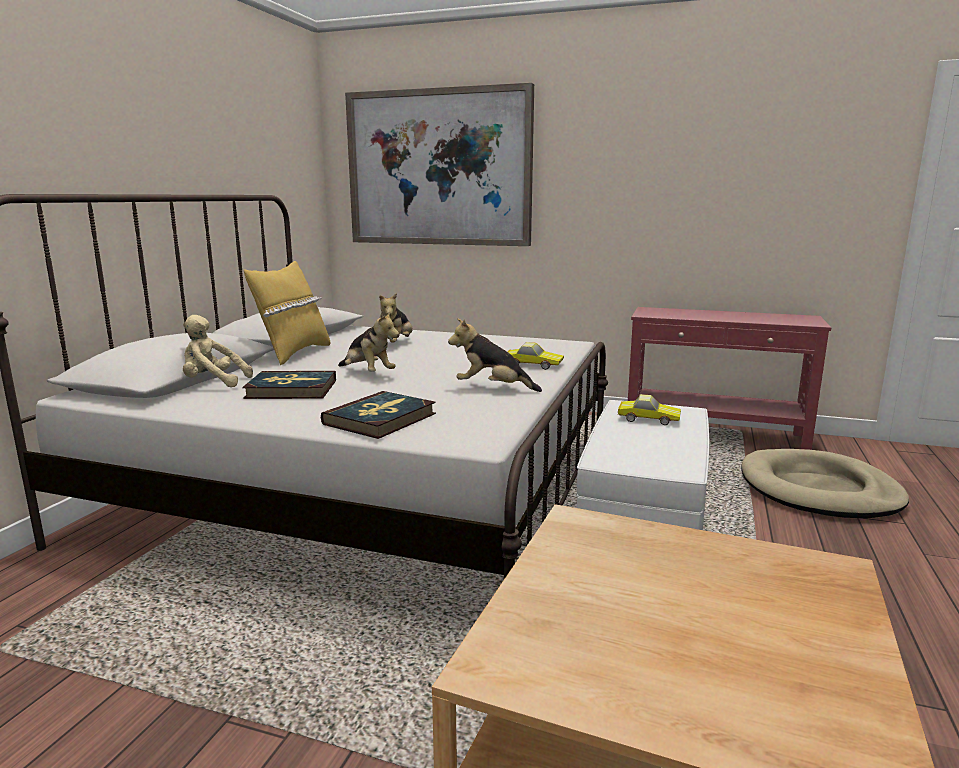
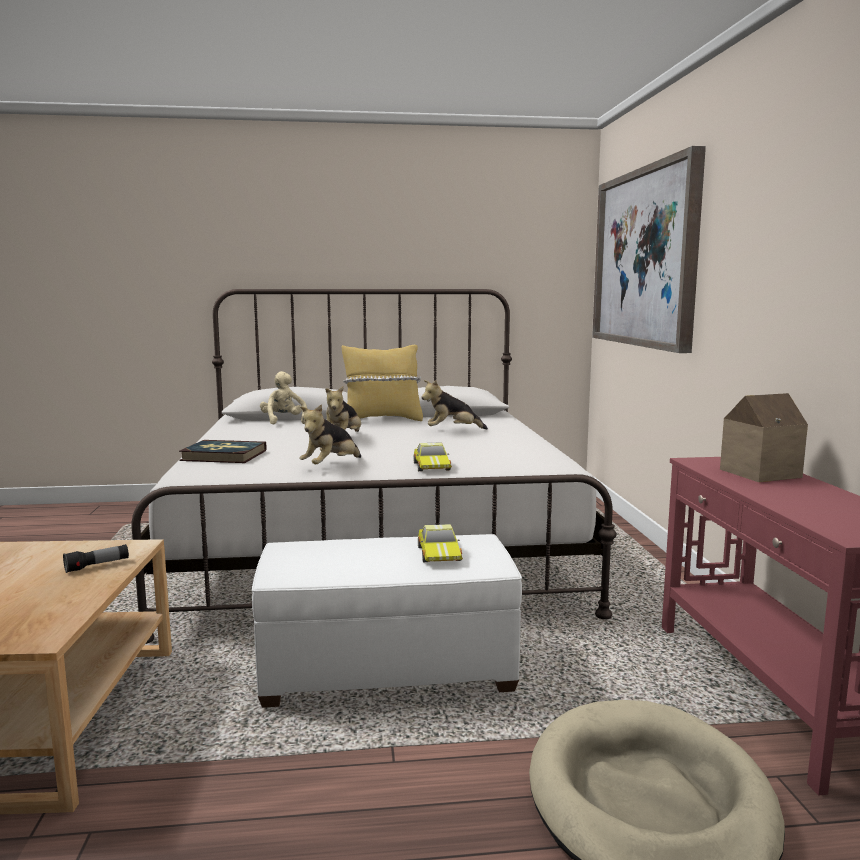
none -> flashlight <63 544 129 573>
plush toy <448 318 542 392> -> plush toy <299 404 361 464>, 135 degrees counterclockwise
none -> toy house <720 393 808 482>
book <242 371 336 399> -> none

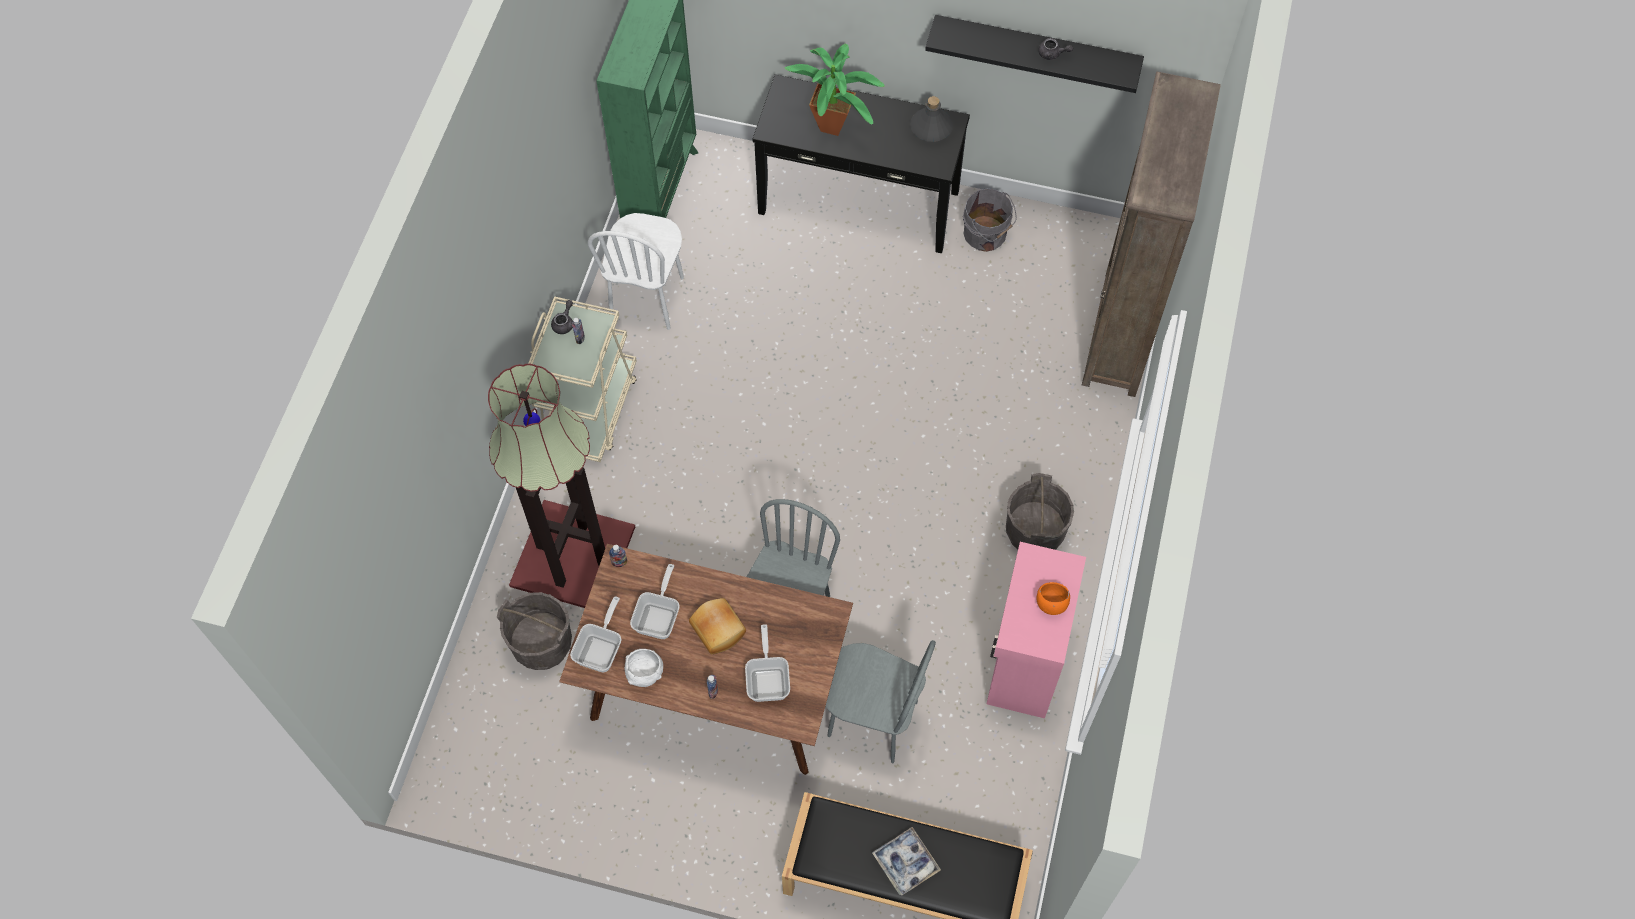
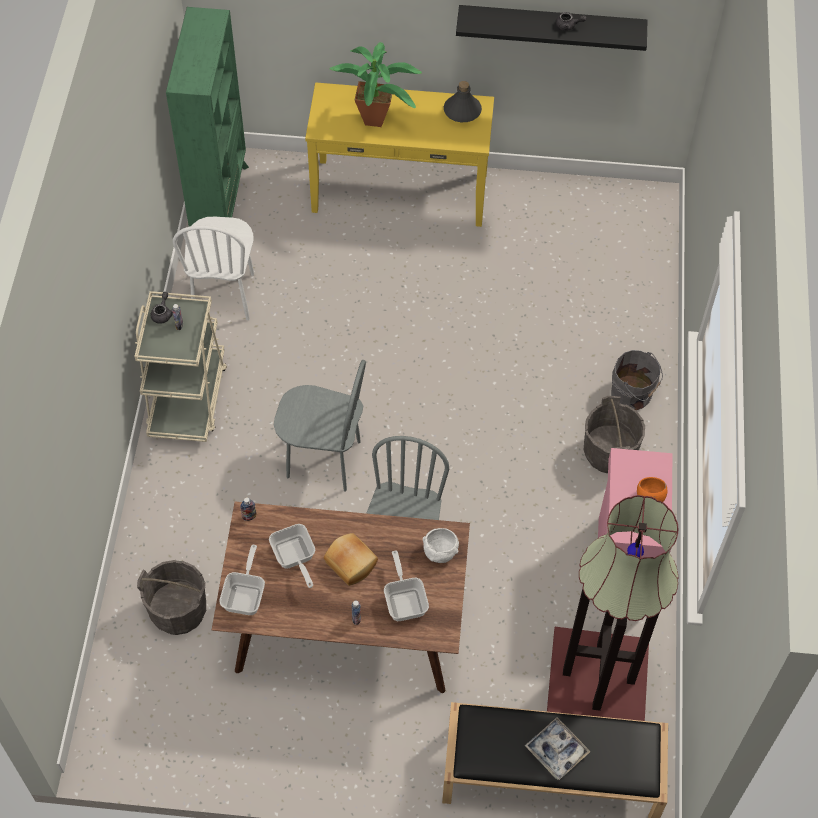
frying pan <630 564 680 639> -> frying pan <269 524 315 588>, 150 degrees clockwise
chair (grey) <826 640 936 763> -> chair (grey) <274 360 366 492>, move
console table (black) <753 75 970 253> -> console table (yellow) <305 83 494 227>
bowl (white) <625 649 663 687> -> bowl (white) <423 528 459 563>, move
floor lamp <488 364 635 608> -> floor lamp <547 495 678 721>, move
bucket (grey) <963 188 1017 252> -> bucket (grey) <611 350 663 410>, move
bookcase (brown) <1082 72 1221 397> -> none

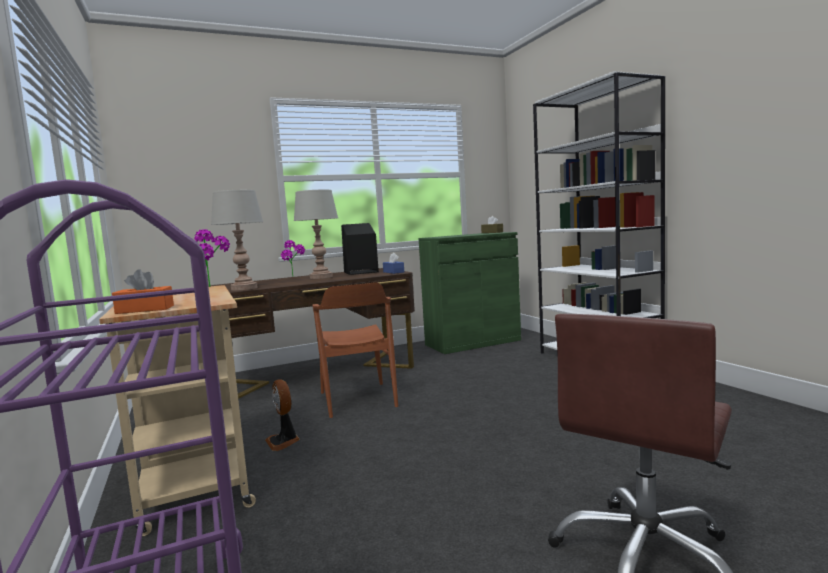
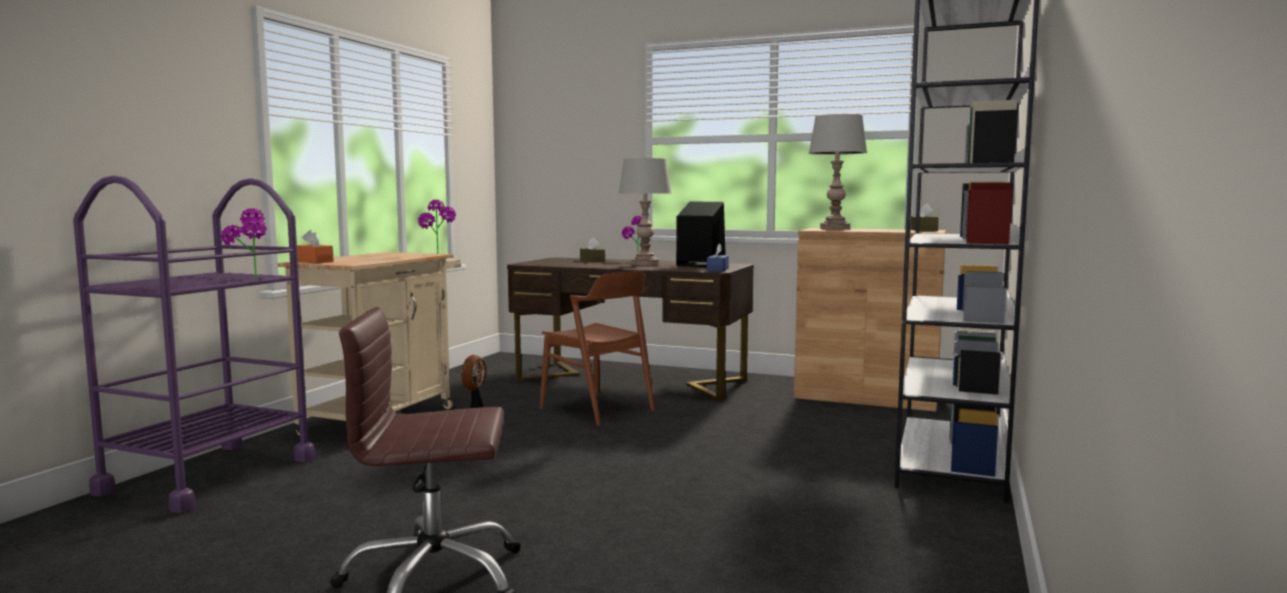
none -> potted plant <221 208 267 279>
chair (brown) <312 282 398 418> -> chair (brown) <540 270 655 426>, 75 degrees counterclockwise
none -> tissue box (brown) <580 238 605 262>
cabinet (green) <419 232 521 354> -> cabinet (brown) <794 228 946 412>
table lamp (grey) <211 190 263 291> -> table lamp (grey) <809 114 867 230>, move

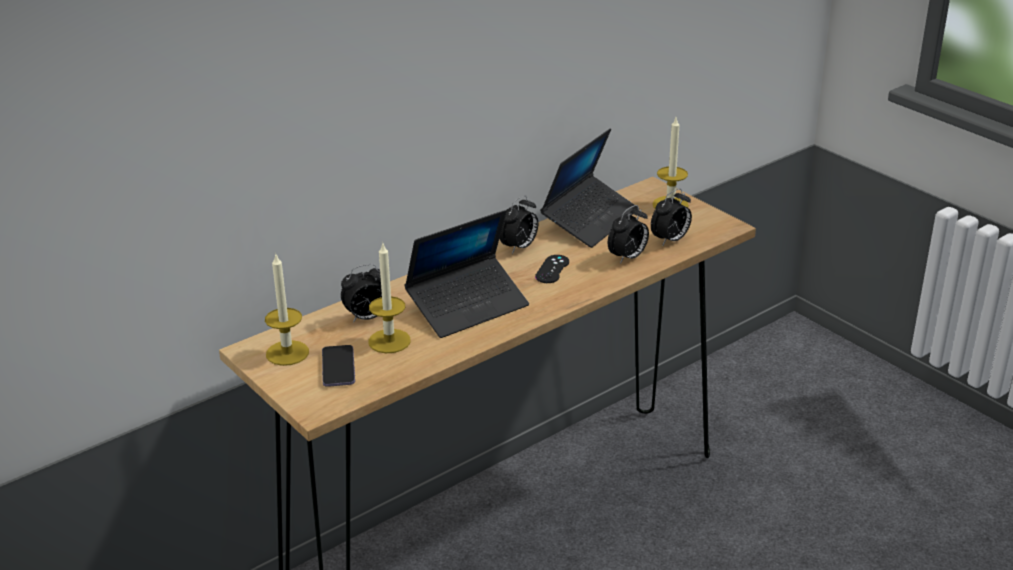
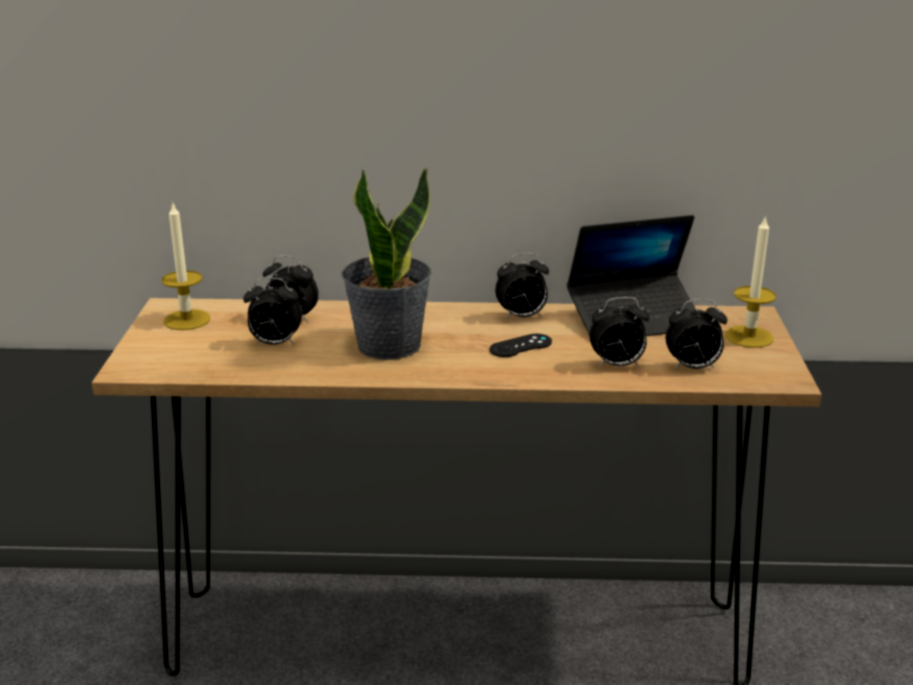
candle <369 244 411 353> -> alarm clock <243 278 302 345>
laptop <404 210 529 338> -> potted plant <341 166 432 360>
phone <322 345 355 387> -> none

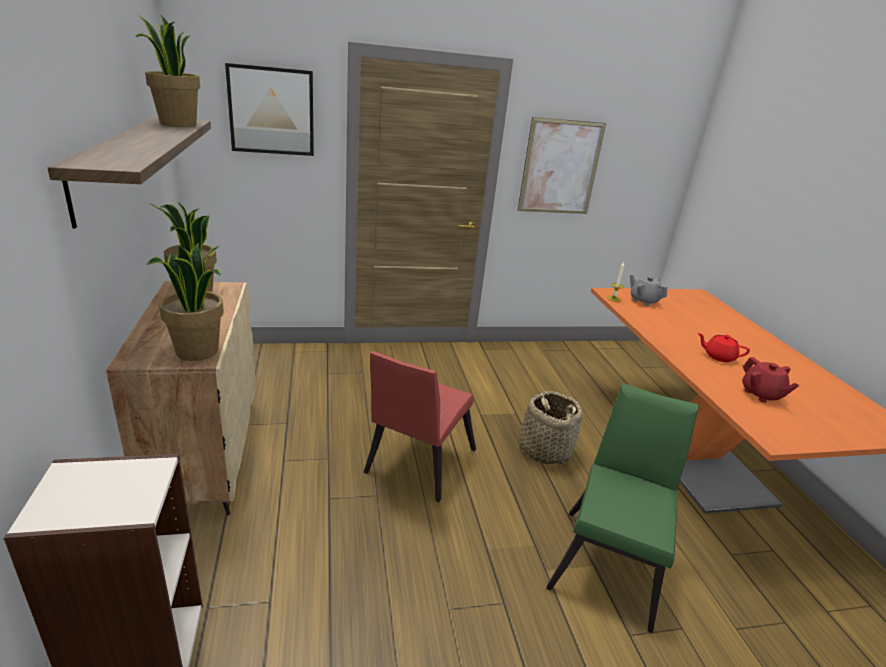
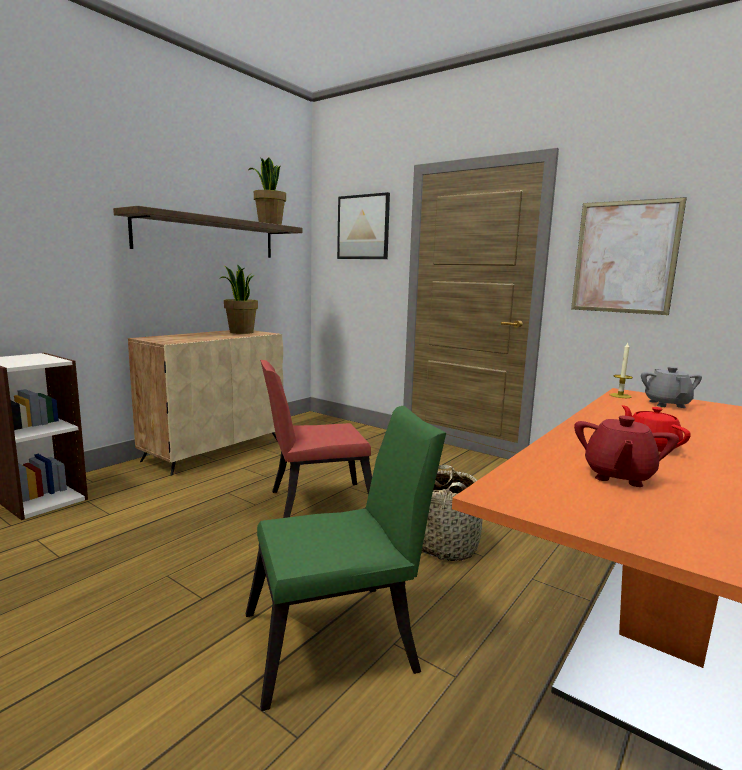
potted plant <146 244 224 361> -> none

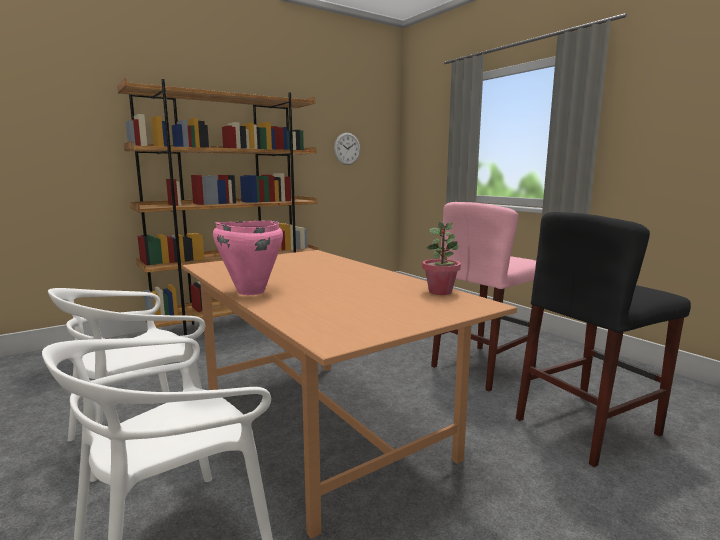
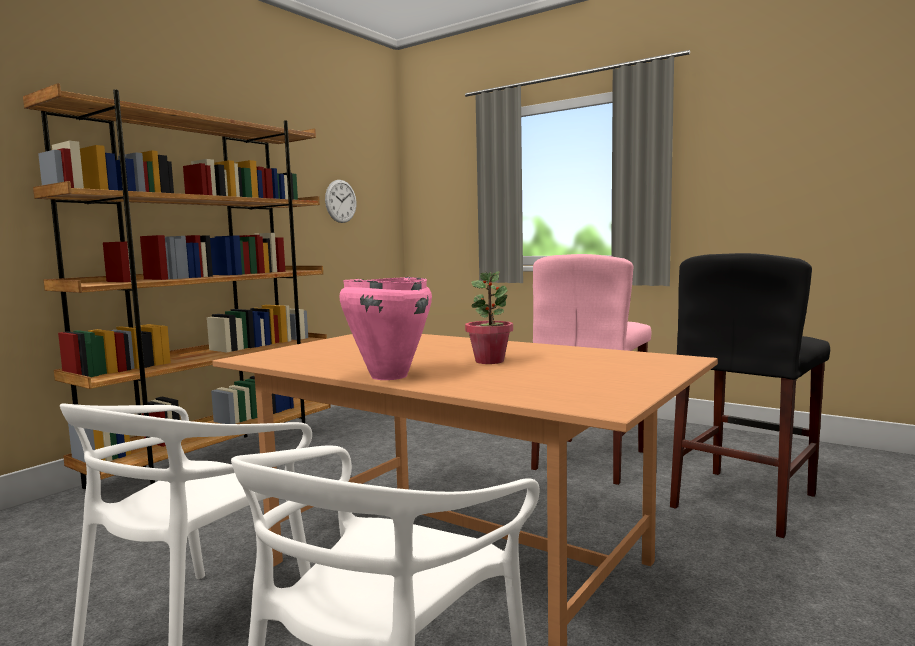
potted plant <422 221 461 295> -> potted plant <465 271 513 364>, move

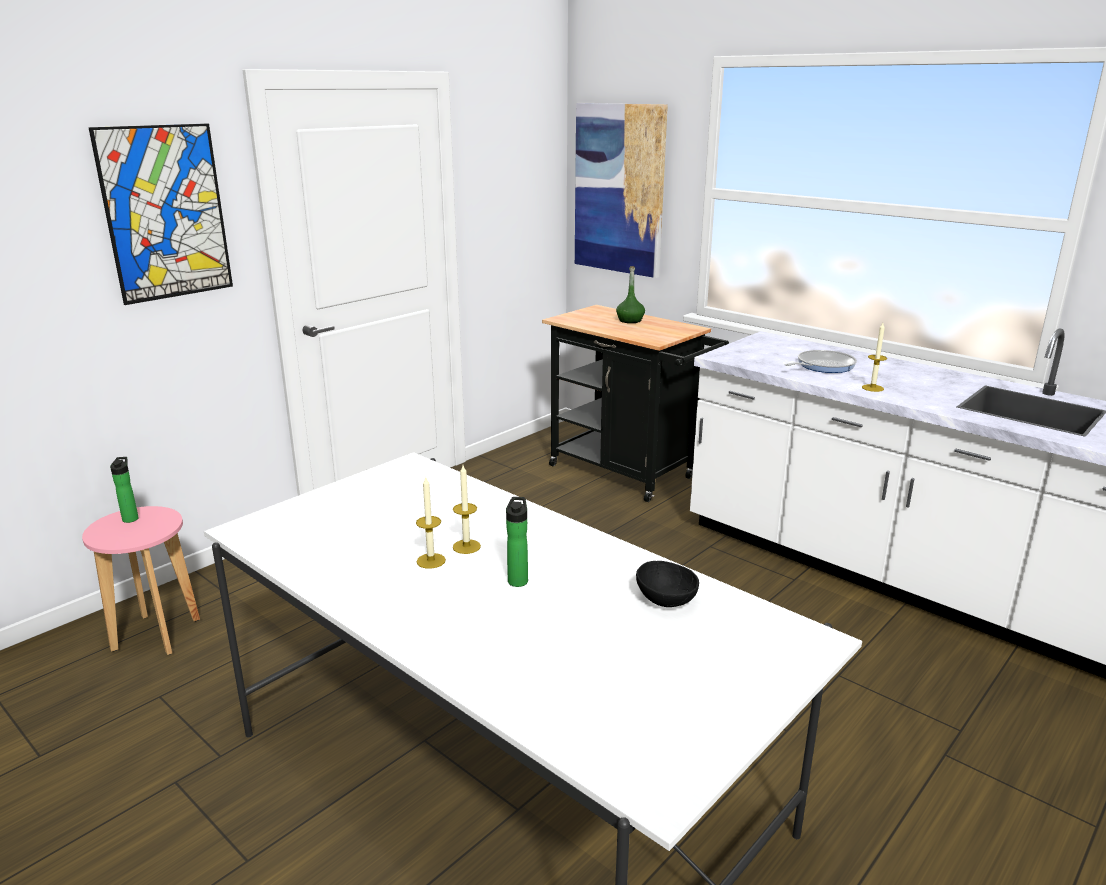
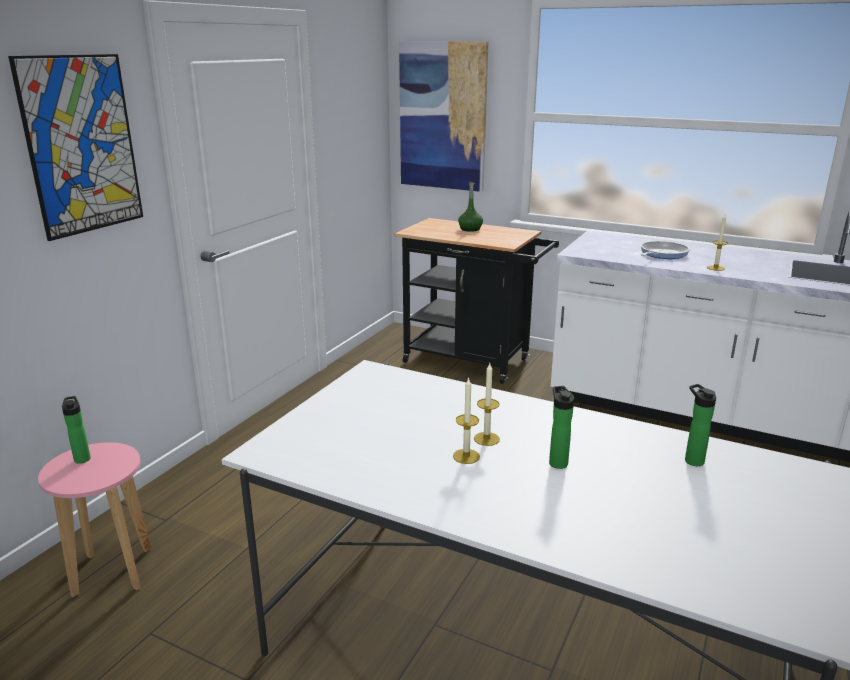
bowl (black) <636 561 699 607> -> bottle <685 384 716 466>

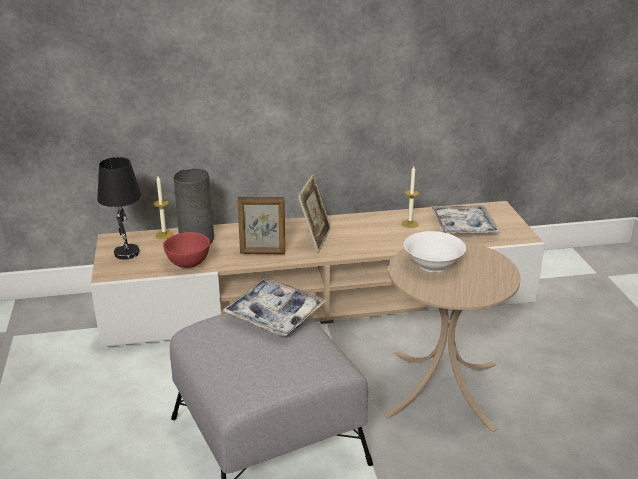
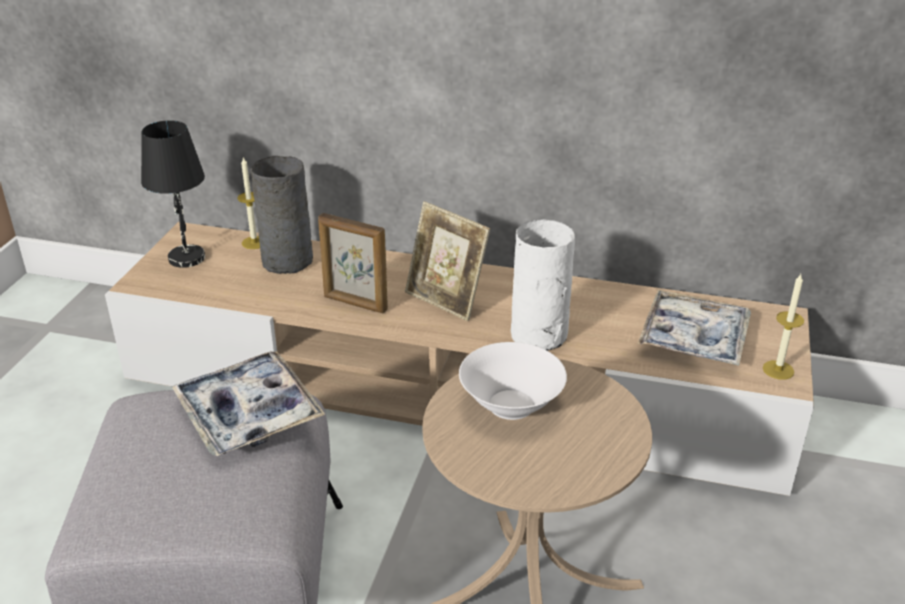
picture frame <298 175 331 253> -> picture frame <405 201 490 321>, 90 degrees clockwise
none -> vase (white) <511 219 575 351>
candle <402 166 419 228> -> candle <763 274 804 380>, move
bowl (red) <163 232 210 268> -> none

